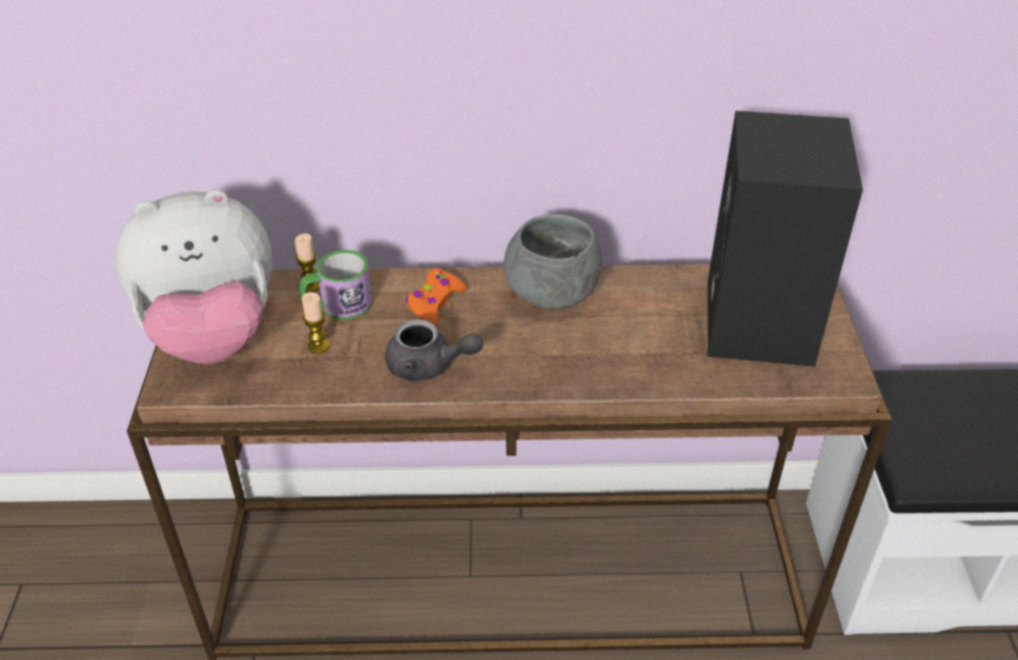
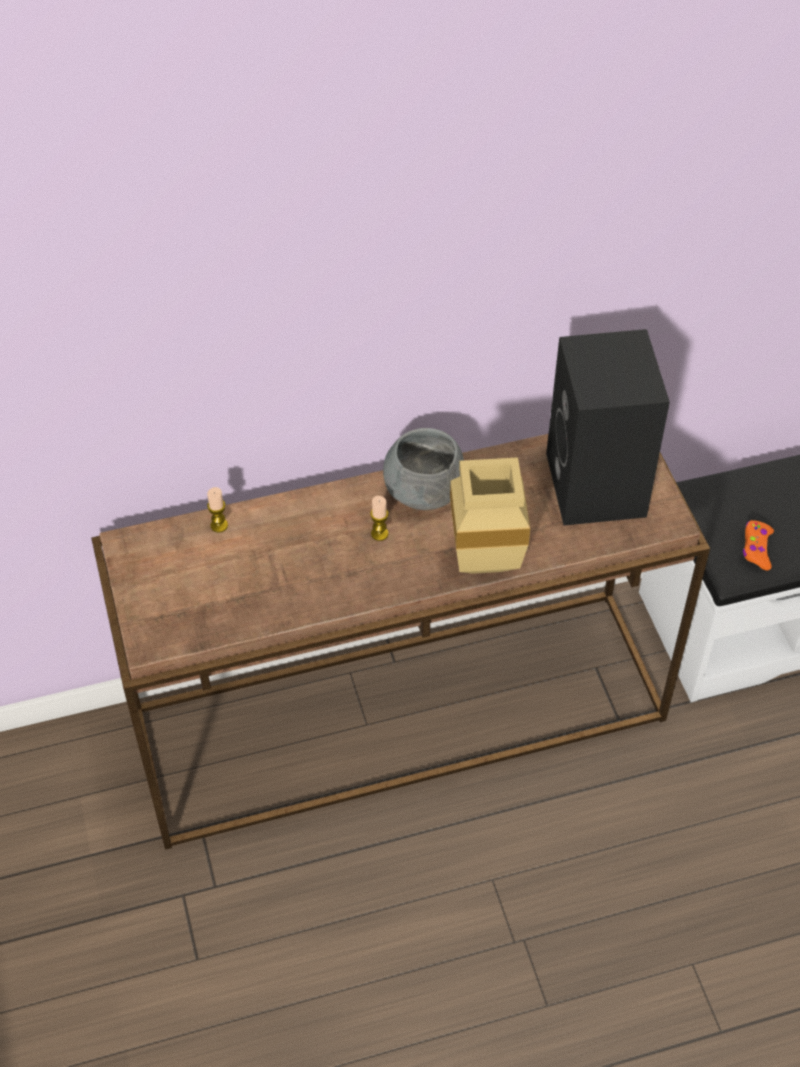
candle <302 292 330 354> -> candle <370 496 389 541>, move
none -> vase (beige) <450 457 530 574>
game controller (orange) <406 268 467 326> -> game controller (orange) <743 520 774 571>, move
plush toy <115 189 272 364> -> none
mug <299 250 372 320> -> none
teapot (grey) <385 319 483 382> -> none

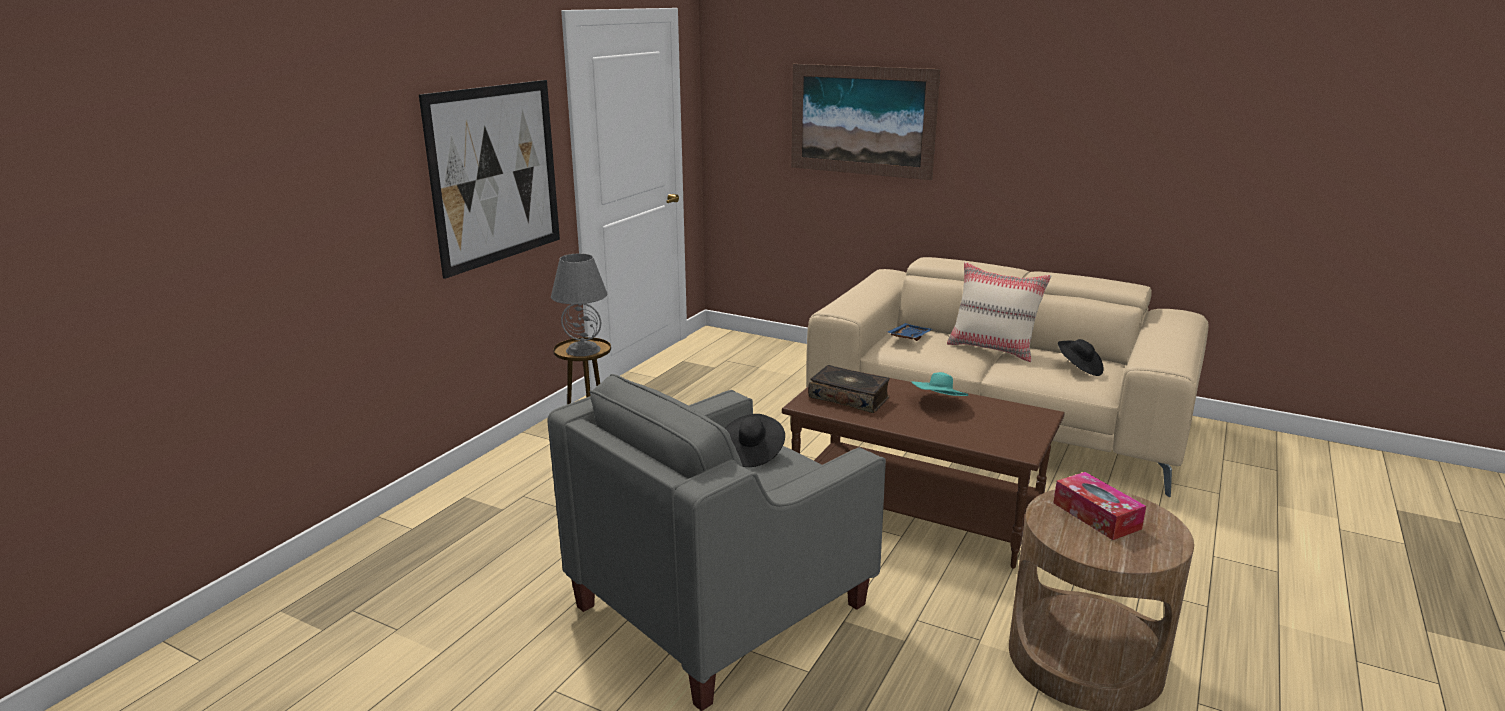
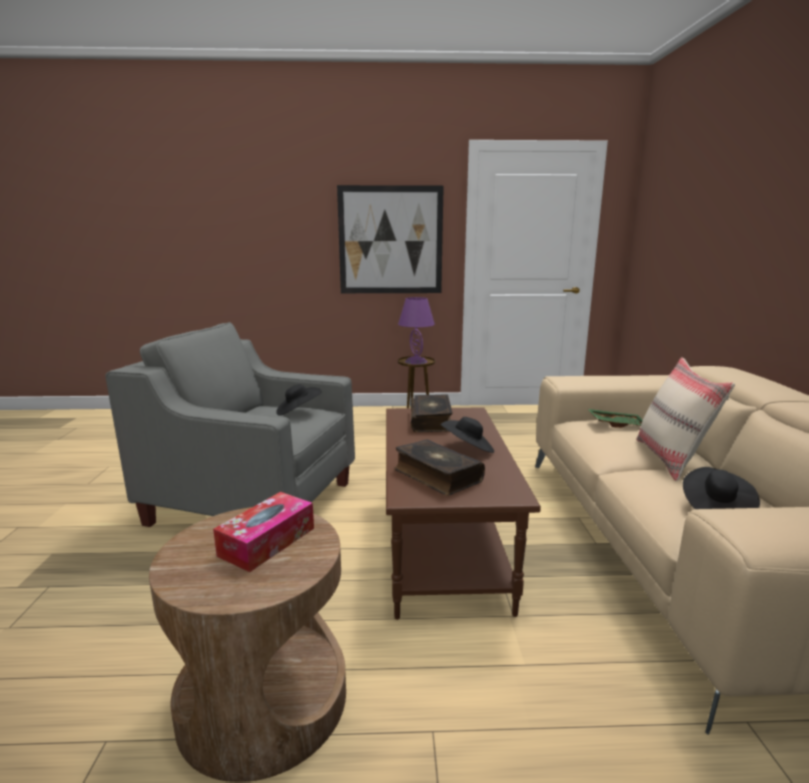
none -> book <394 439 485 496>
table lamp (grey) <551 253 607 356> -> table lamp (purple) <398 297 435 365>
hat (turquoise) <912 372 968 396> -> hat (black) <441 417 494 453>
tray (blue) <887 323 933 341> -> tray (green) <588 409 643 428>
picture <791 64 940 180> -> none

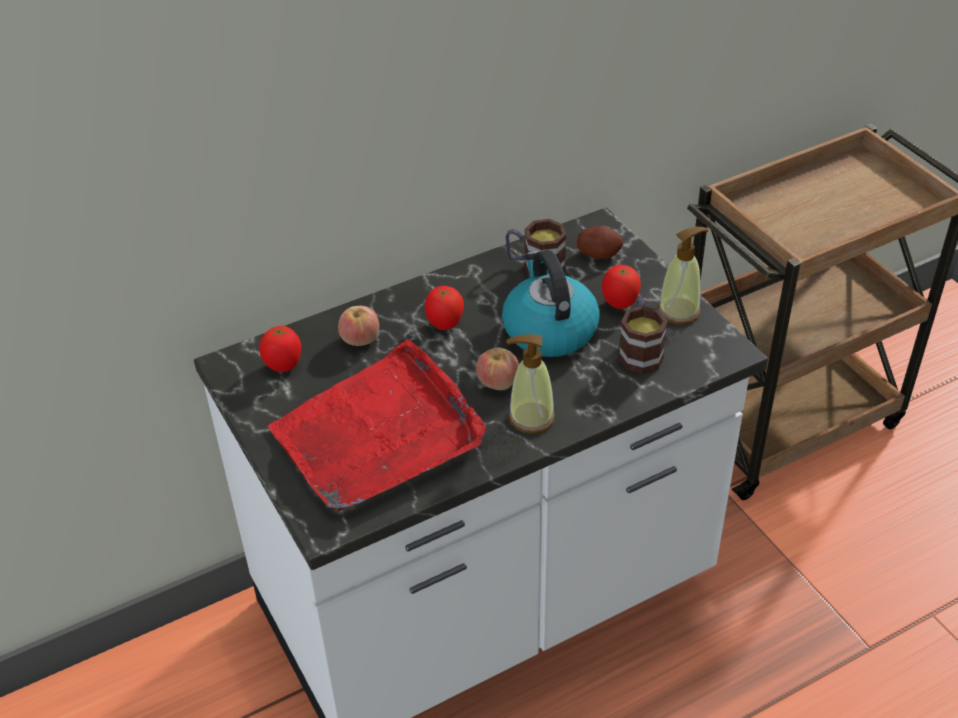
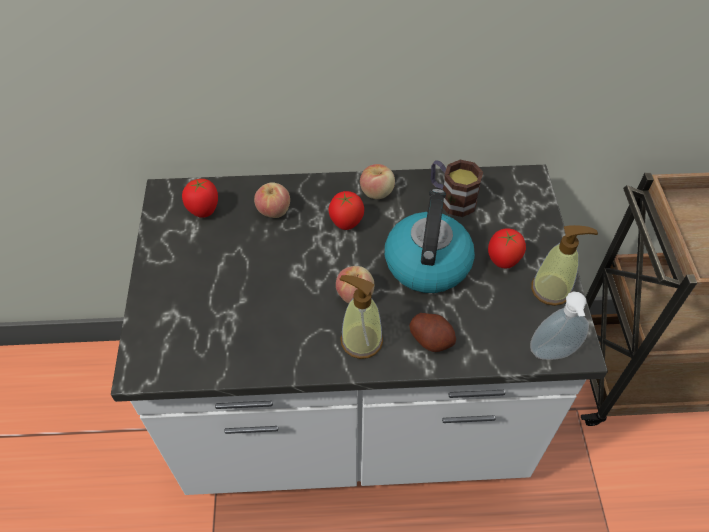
none -> apple <360 164 395 199>
potato <577 226 623 259> -> potato <409 313 456 352>, move
none -> soap dispenser <530 292 589 360>
tray (red) <268 339 486 512> -> none
mug <618 298 668 374> -> none

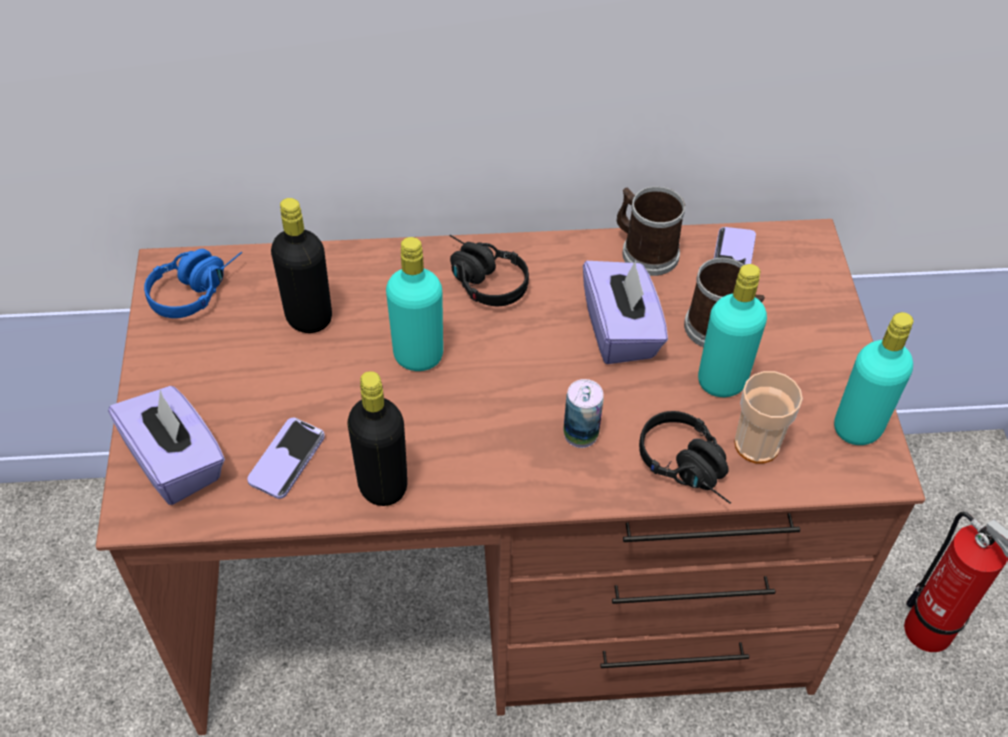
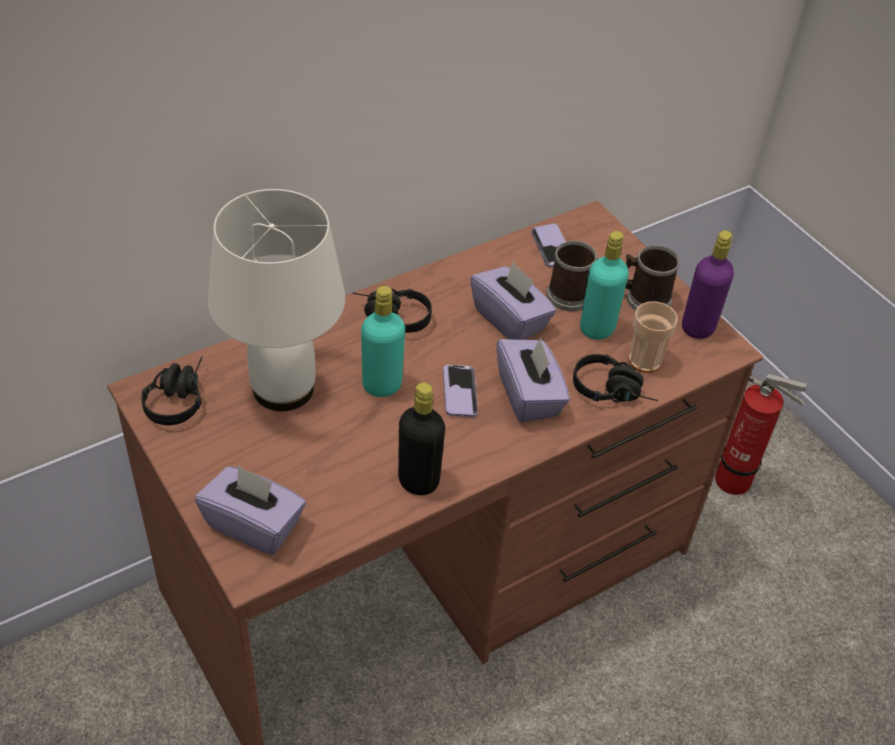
headphones (blue) <144 249 242 318> -> headphones (black) <141 357 202 425>
bottle (black) <271 198 332 333> -> table lamp (white) <208 189 345 411>
phone <247 418 325 499> -> phone <443 365 478 417>, move
can <563 379 604 448> -> tissue box (purple) <497 337 570 422>
mug <617 186 685 276> -> mug <625 245 680 311>, move
bottle (turquoise) <834 312 913 445> -> bottle (purple) <682 230 734 339>

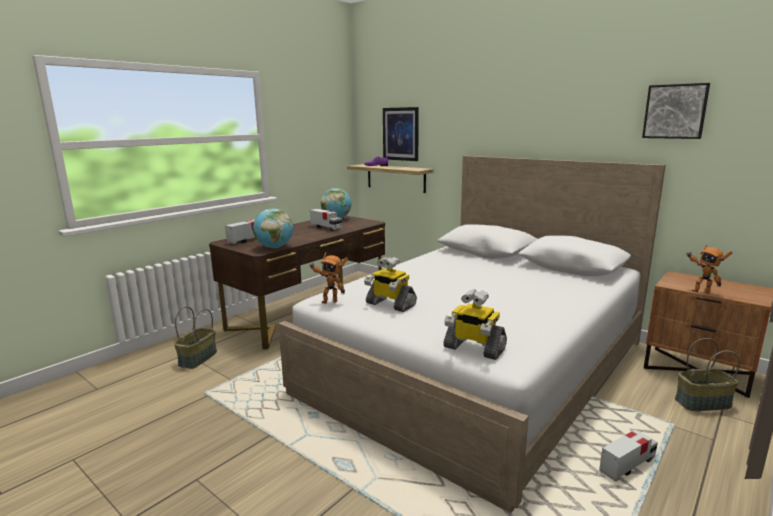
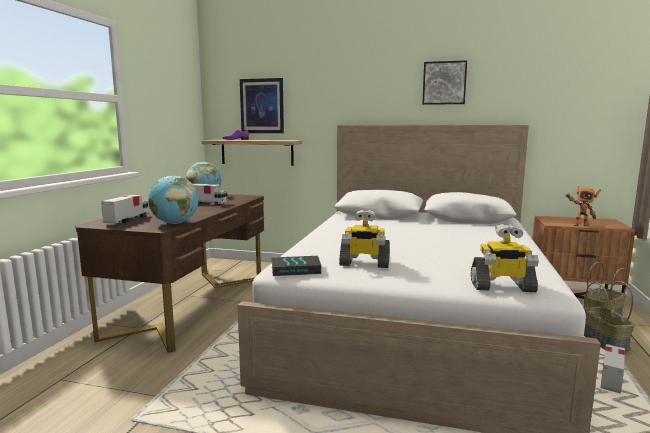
toy robot <309 253 348 303> -> book <271 256 321 276>
picture <642 83 710 139> -> picture <422 60 467 105>, move
basket <174 306 217 369> -> basket <584 281 635 353>, move

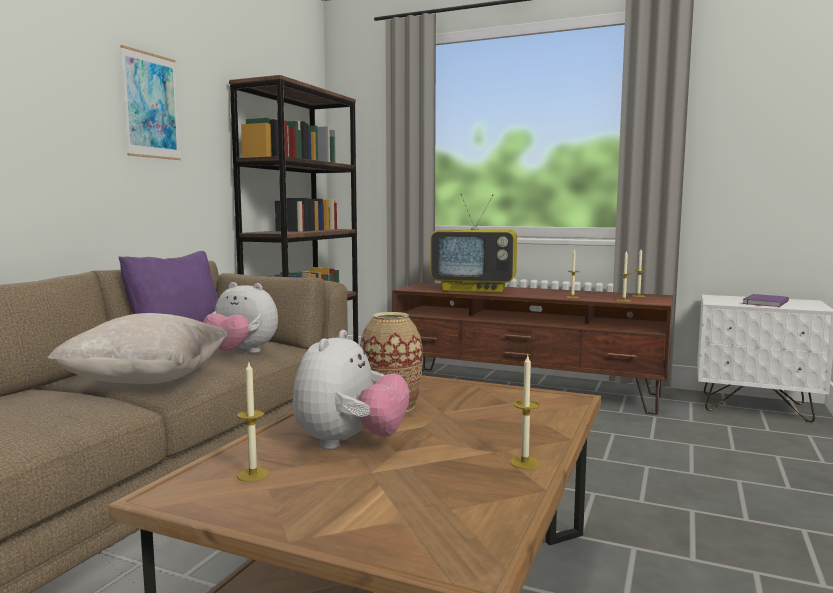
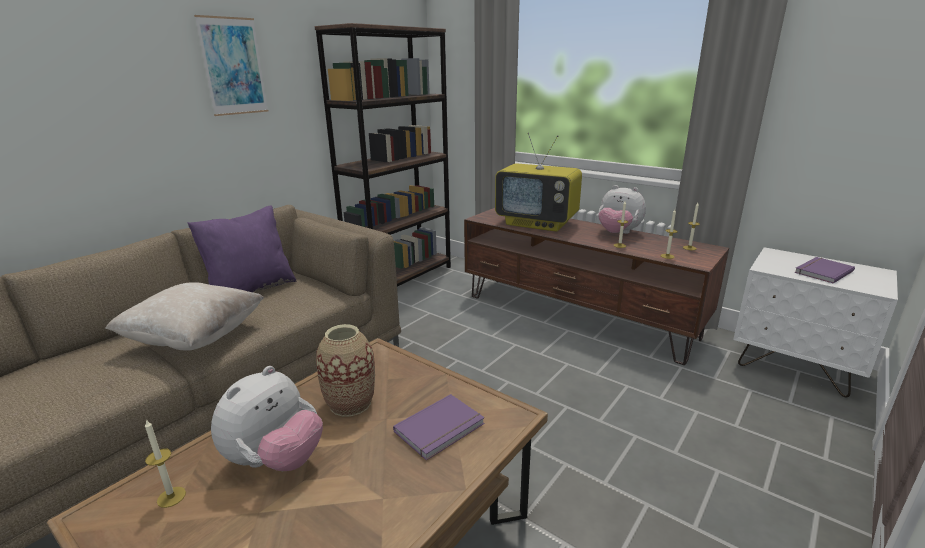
none -> book (purple) <393 394 485 461>
plush toy <203 282 278 353> -> plush toy <598 185 646 234>, move
candle <510 356 540 469> -> none

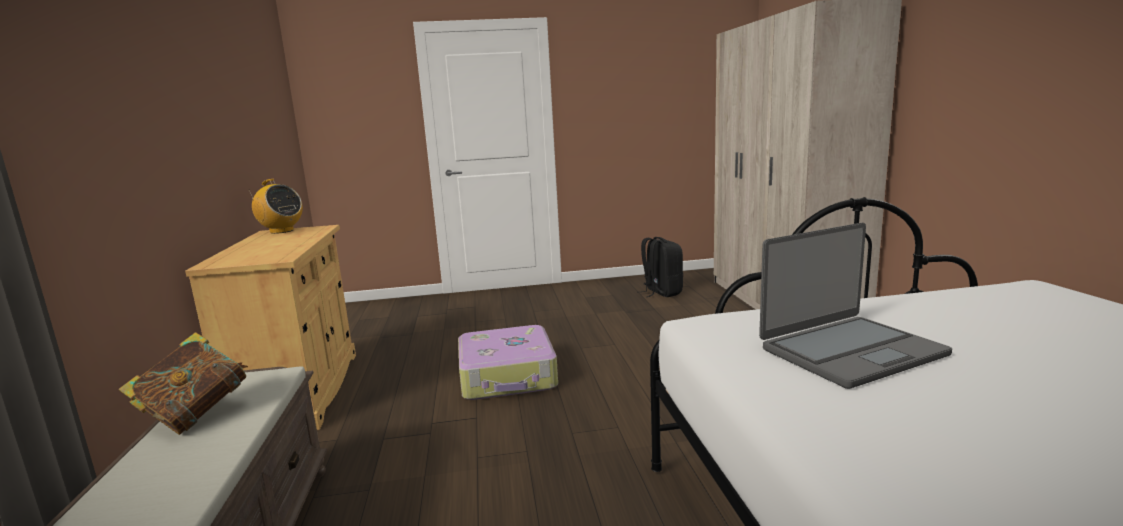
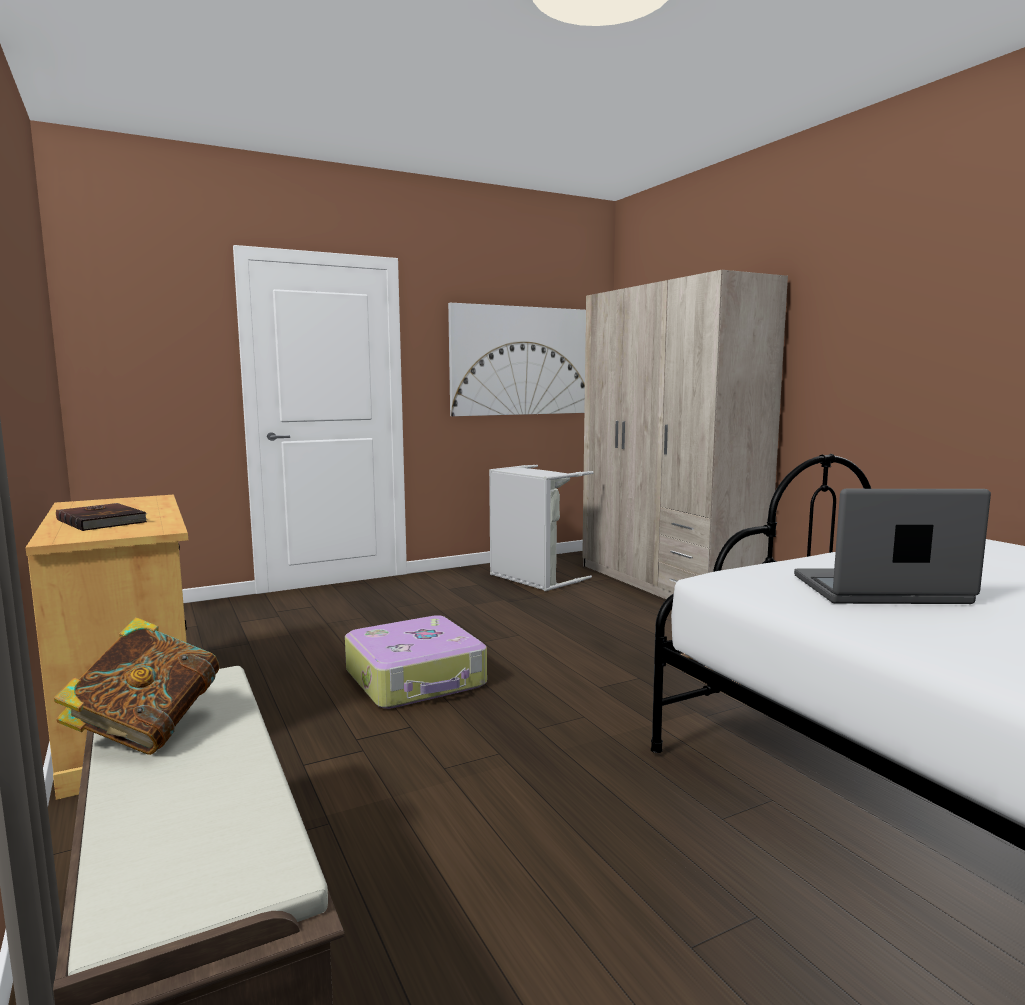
none -> book (brown) <56 503 147 531>
none -> picture <448 303 586 416>
backpack (black) <641 237 683 297> -> laundry basket (grey) <489 465 594 591>
laptop <759 223 952 389> -> laptop <794 489 991 604>, 135 degrees counterclockwise
radio <249 179 303 234> -> none

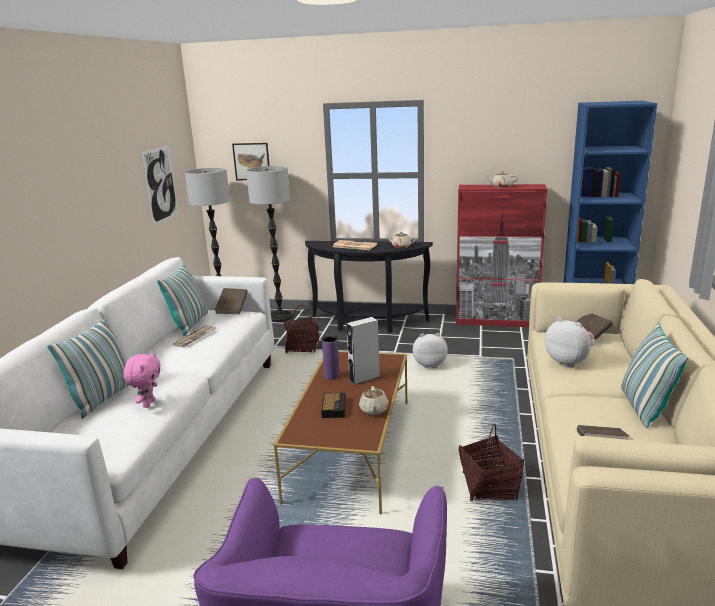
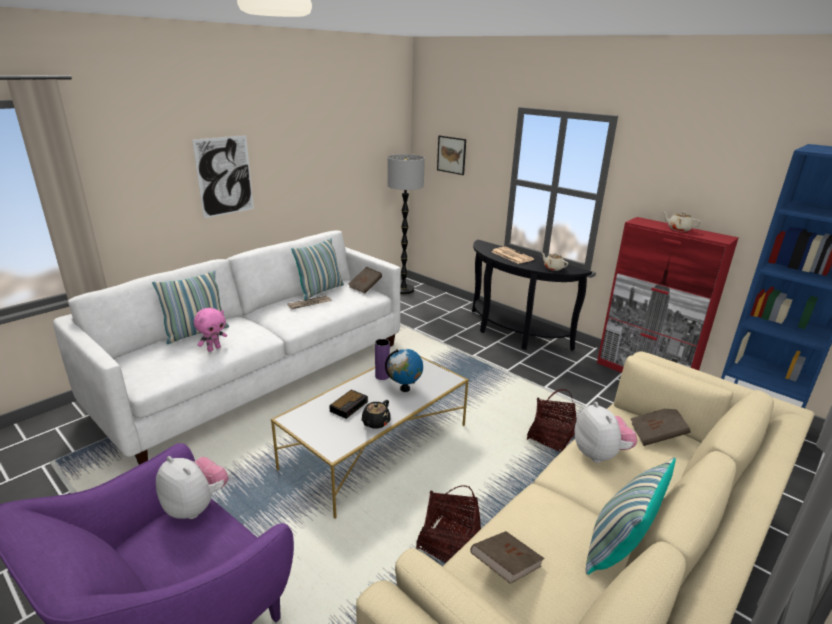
plush toy <413 333 448 368> -> plush toy <156 456 228 519>, move
picture <142 146 178 225> -> picture <192 135 254 218>, move
coffee table (brown) <274 351 407 514> -> coffee table (white) <271 356 469 519>
teapot (beige) <359 386 389 415> -> teapot (black) <361 400 391 429>
speaker (grey) <347 317 380 385> -> globe <385 349 423 392>
basket <283 305 319 354> -> basket <527 389 576 452>, move
floor lamp <246 166 292 322> -> none

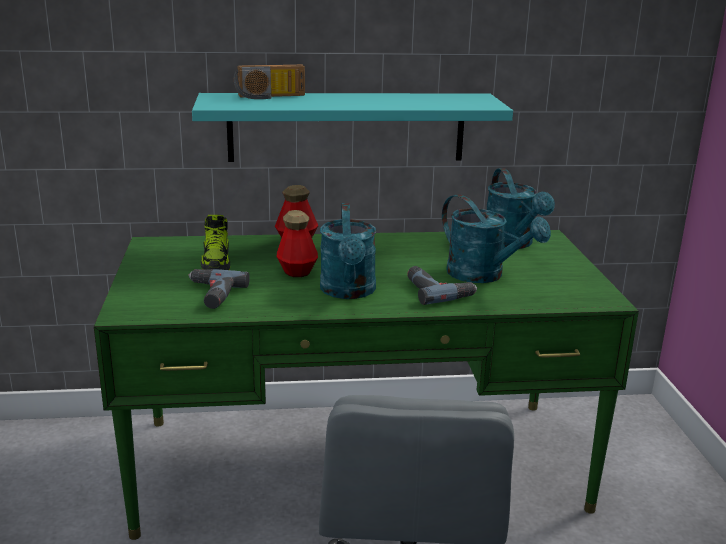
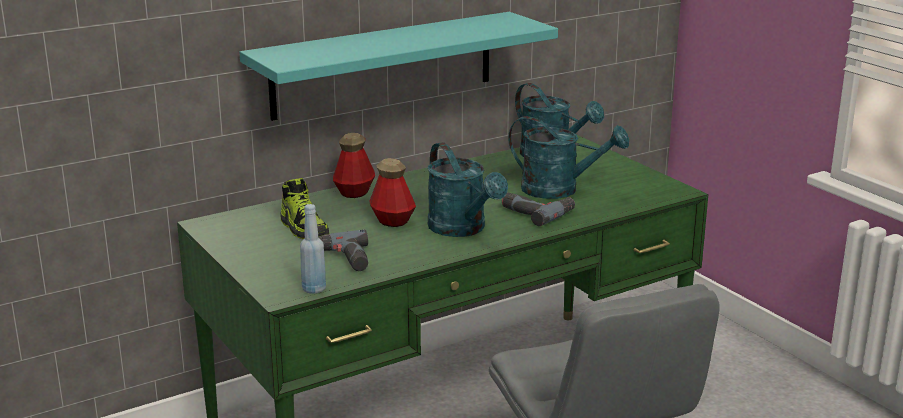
none -> bottle (blue) <300 204 326 294>
radio <234 64 305 99> -> none

